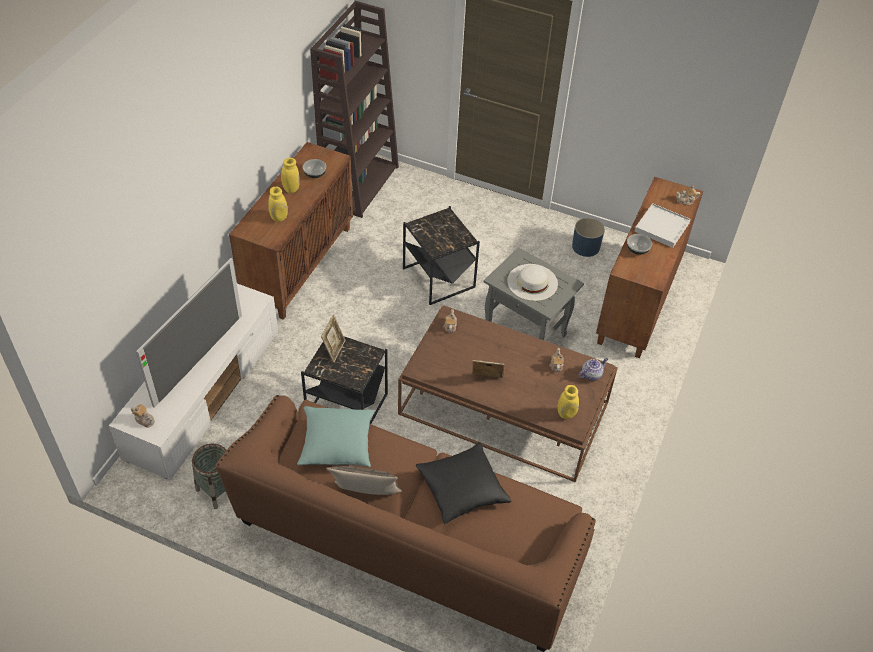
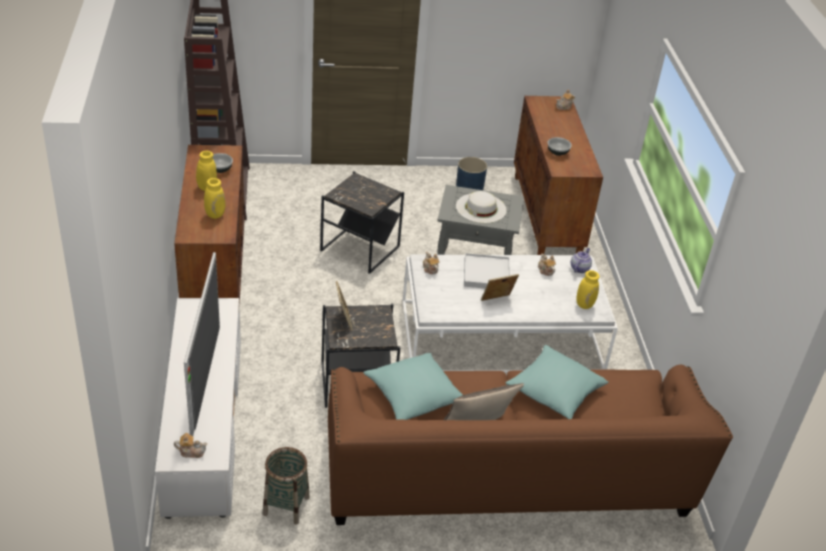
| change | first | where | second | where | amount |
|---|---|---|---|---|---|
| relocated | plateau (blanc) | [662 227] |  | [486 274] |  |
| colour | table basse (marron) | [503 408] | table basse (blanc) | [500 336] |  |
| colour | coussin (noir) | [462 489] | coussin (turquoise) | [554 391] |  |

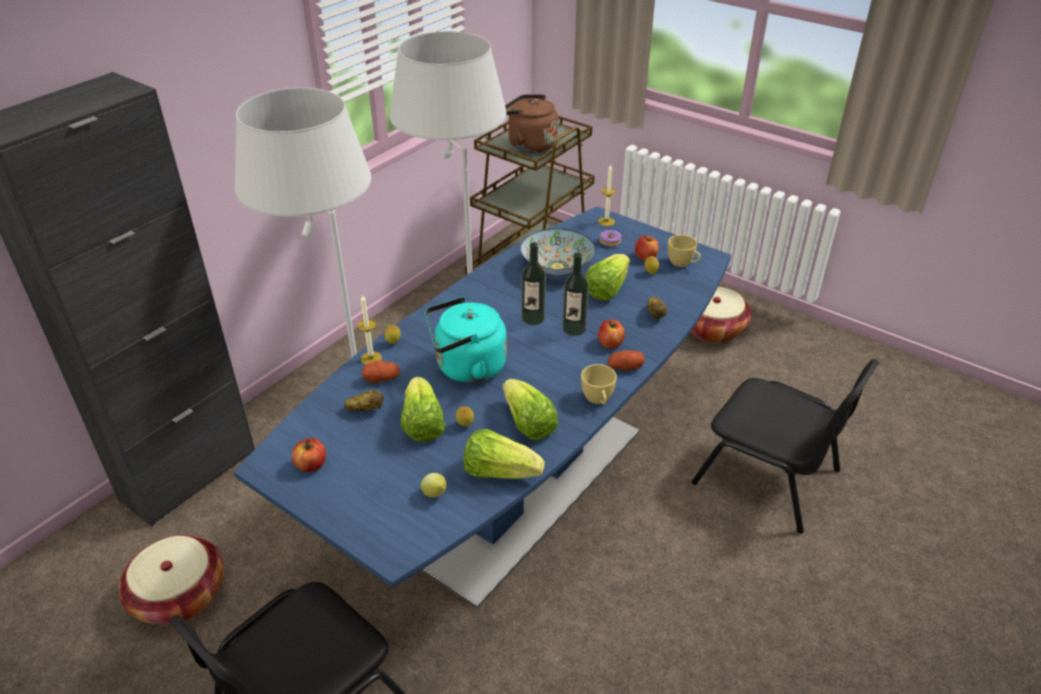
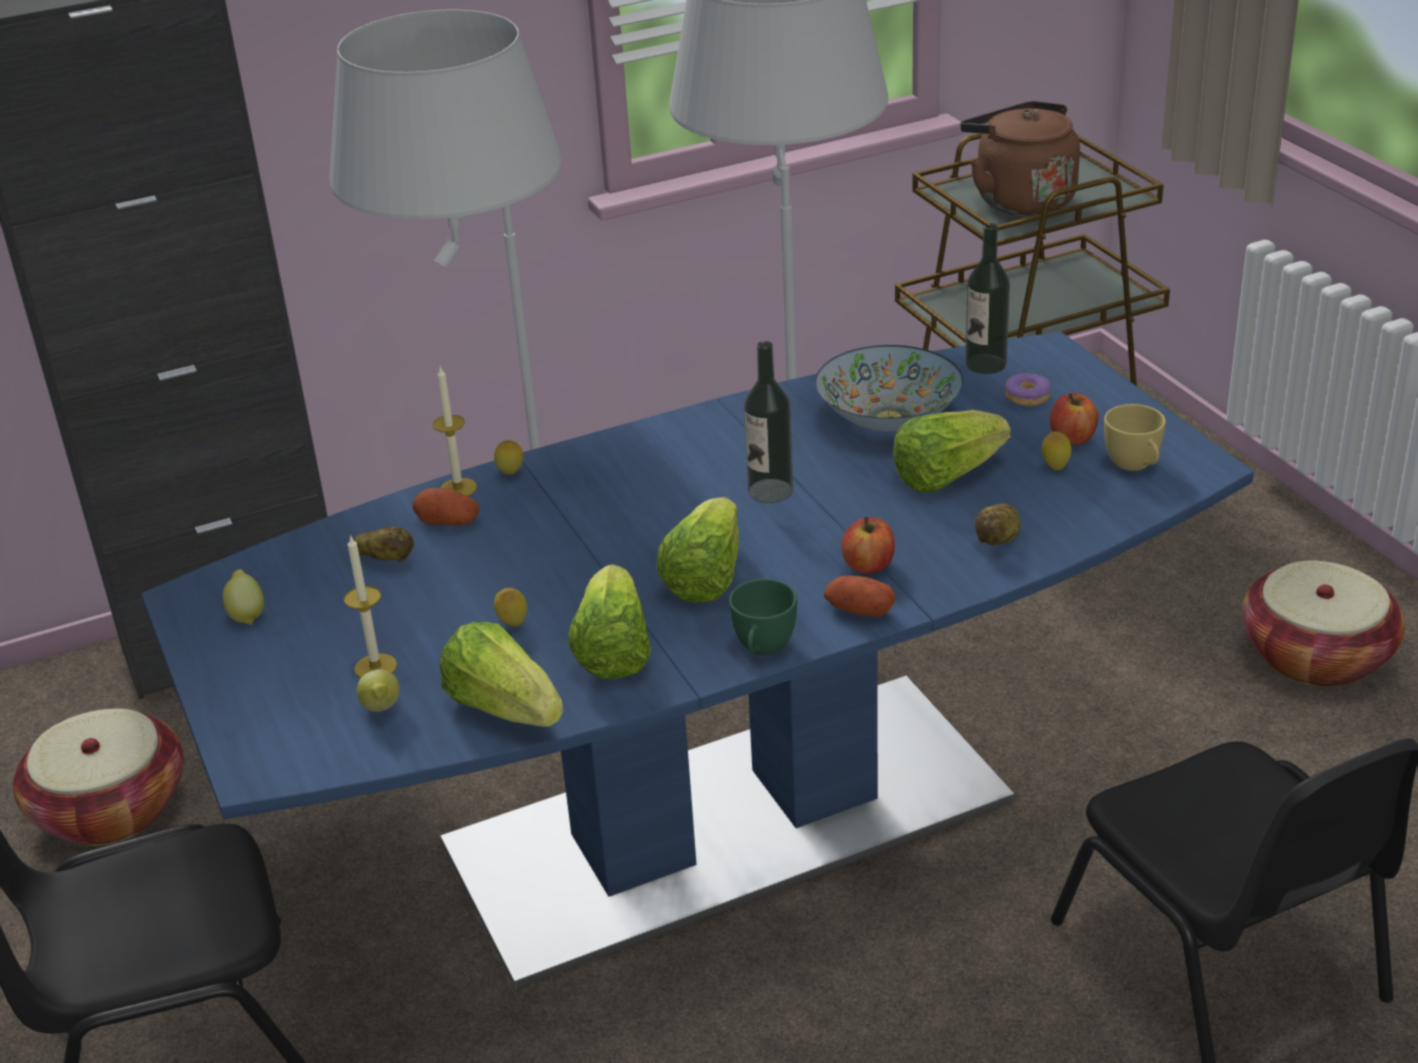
| change | first | where | second | where | amount |
|---|---|---|---|---|---|
| relocated | bougie | [606 221] |  | [375 667] |  |
| relocated | bouteille | [574 328] |  | [985 364] |  |
| missing | bouilloire (turquoise) | [466 368] |  |  |  |
| colour | tasse (jaune) | [598 400] | tasse (vert) | [762 649] |  |
| relocated | laitue | [422 424] |  | [705 577] |  |
| exchanged | pomme | [311 465] | citron | [247 615] |  |

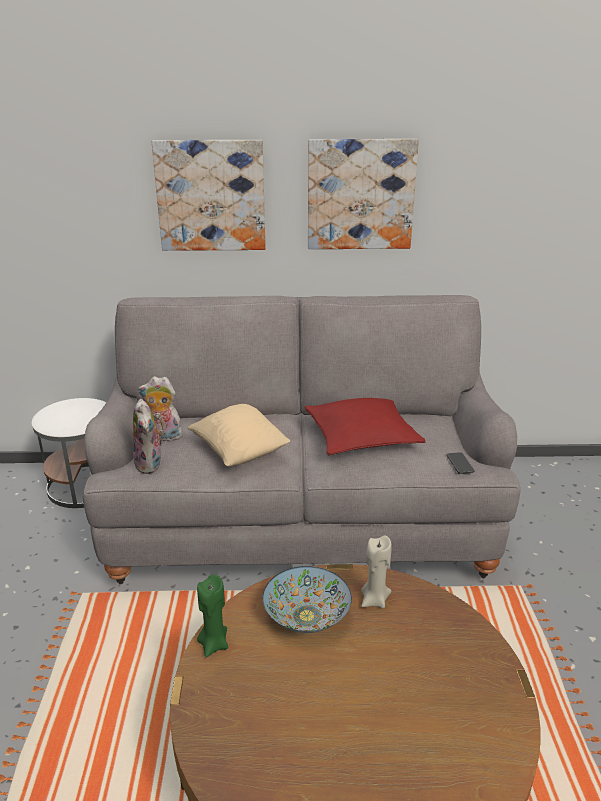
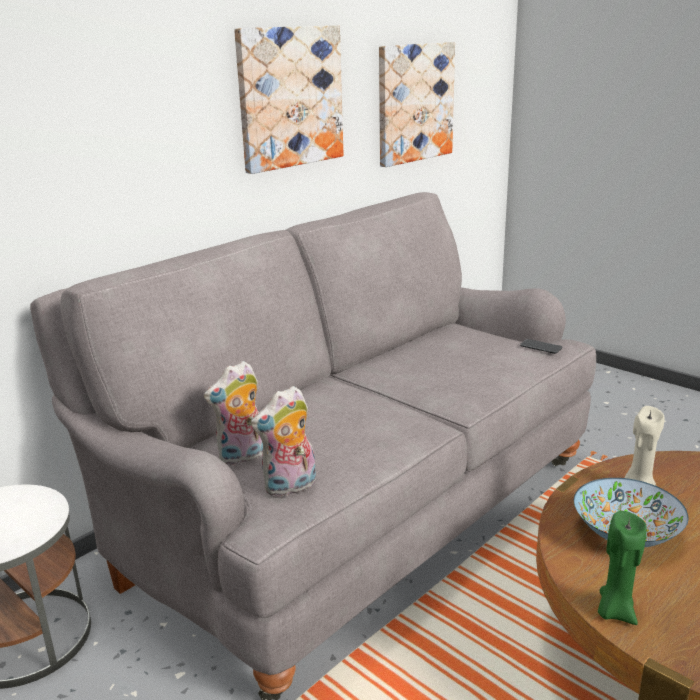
| change | first | where | second | where | amount |
|---|---|---|---|---|---|
| relocated | tableau | [211 196] |  | [414 103] |  |
| missing | coussin (rouge) | [361 436] |  |  |  |
| spun | peluche | [151 465] |  | [290 487] | 120 degrees clockwise |
| missing | coussin (beige) | [239 452] |  |  |  |

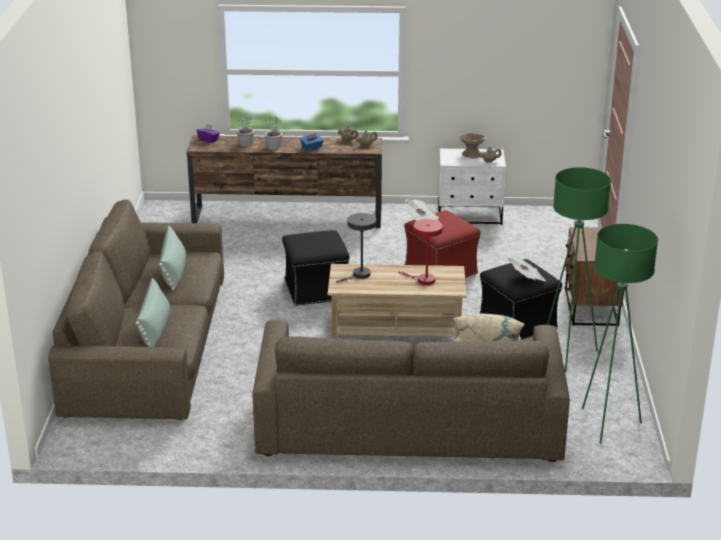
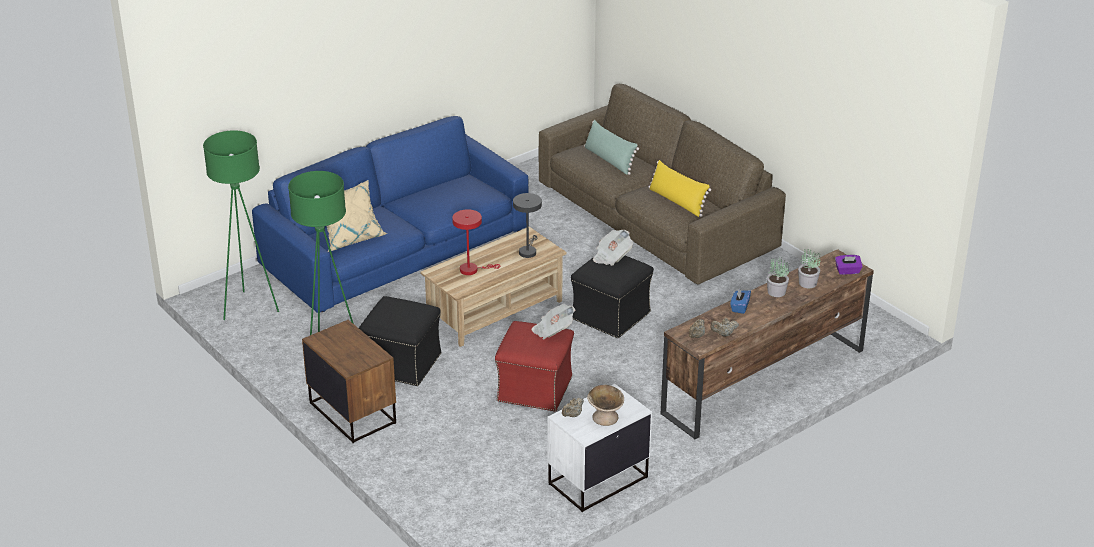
| change | first | where | second | where | amount |
|---|---|---|---|---|---|
| colour | coussin (vert) | [174 271] | coussin (jaune) | [677 202] |  |
| relocated | journal | [525 278] |  | [611 257] |  |
| colour | canapé (marron) | [409 420] | canapé (bleu) | [396 248] |  |

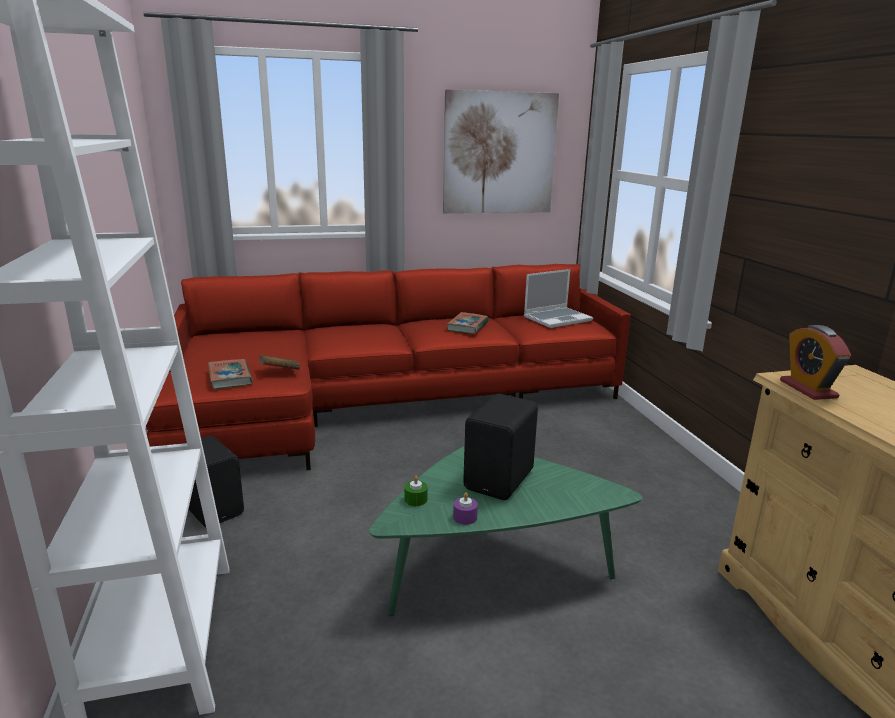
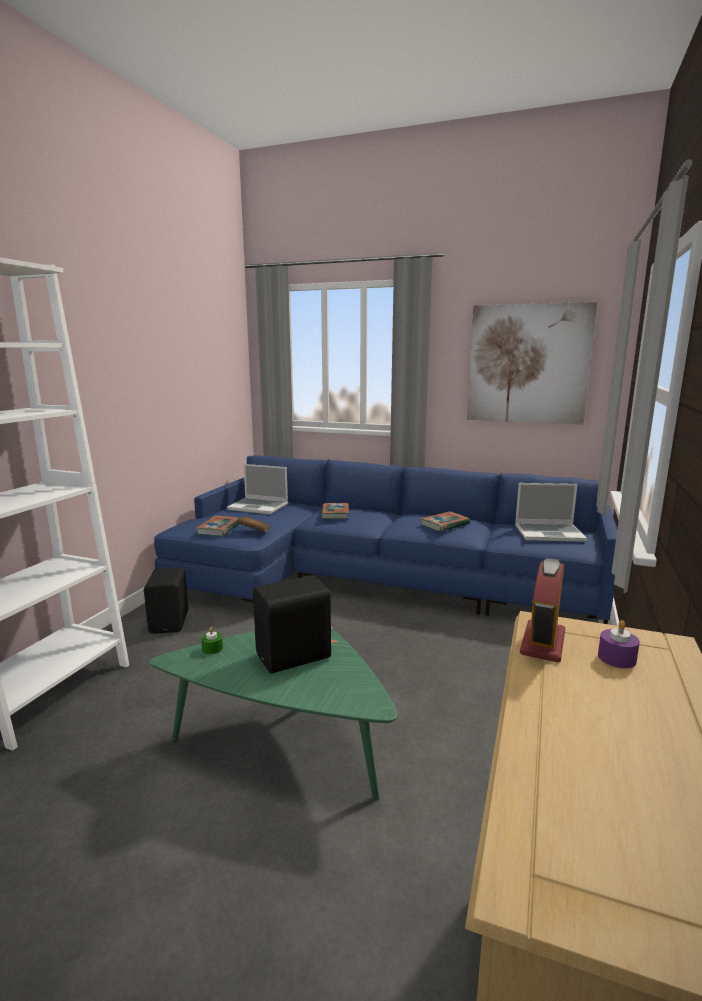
| change | first | where | second | where | amount |
|---|---|---|---|---|---|
| colour | canapé (rouge) | [384 403] | canapé (bleu) | [370 582] |  |
| relocated | bougie (violet) | [465 517] |  | [616 658] |  |
| appeared |  |  | ordinateur portable | [259 507] |  |
| appeared |  |  | livre | [335 514] |  |

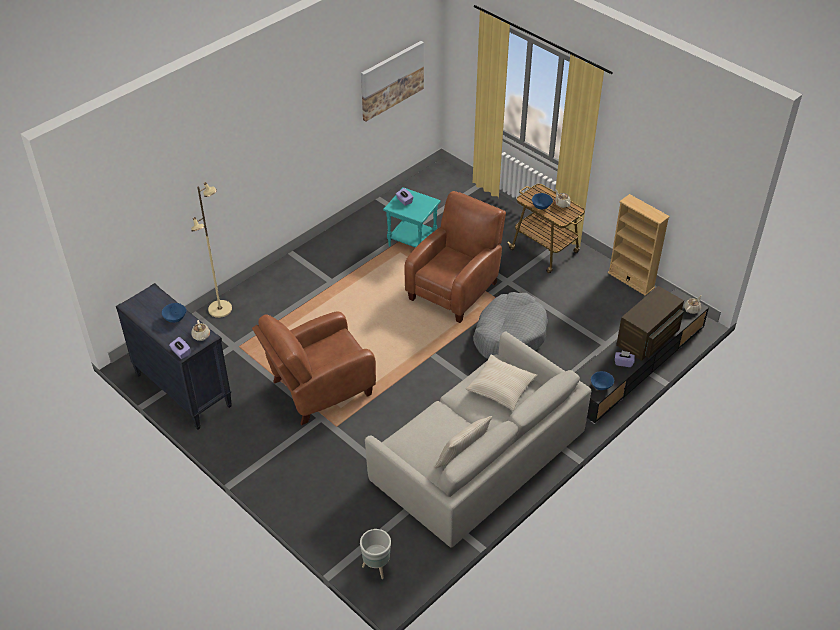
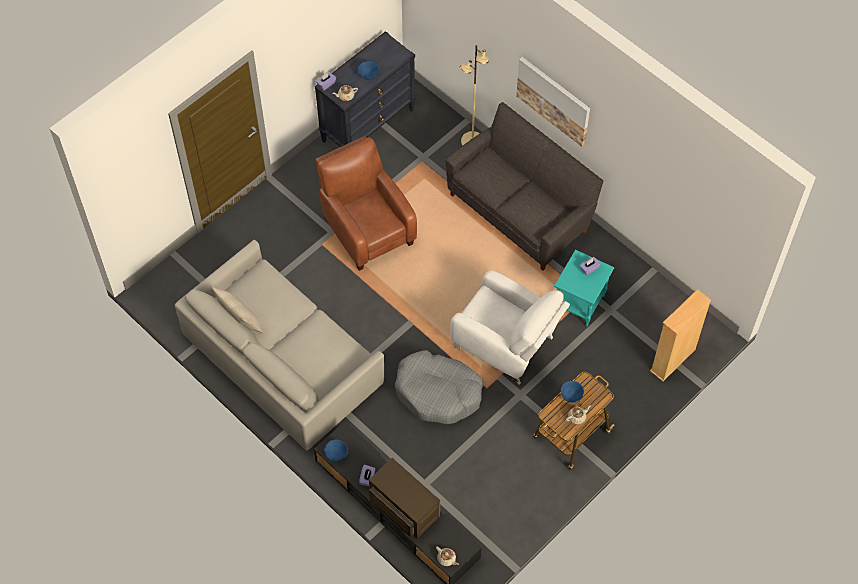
| change | first | where | second | where | amount |
|---|---|---|---|---|---|
| relocated | tableau | [391 80] |  | [554 100] |  |
| colour | fauteuil (marron) | [455 289] | fauteuil (blanc) | [507 344] |  |
| relocated | bibliothèque (beige) | [631 280] |  | [673 360] |  |
| missing | coussin (beige) | [501 387] |  |  |  |
| missing | cache-pot (gris) | [376 568] |  |  |  |
| appeared |  |  | canapé (gris) | [520 211] |  |

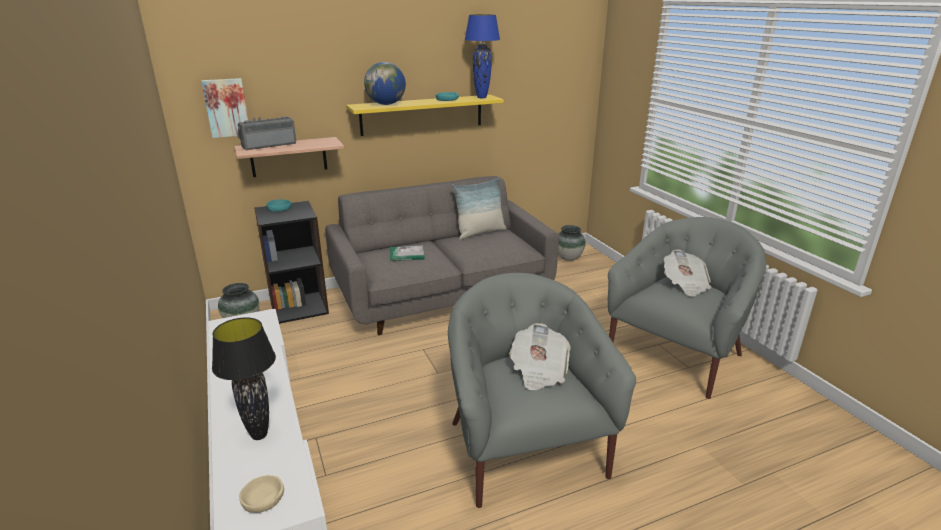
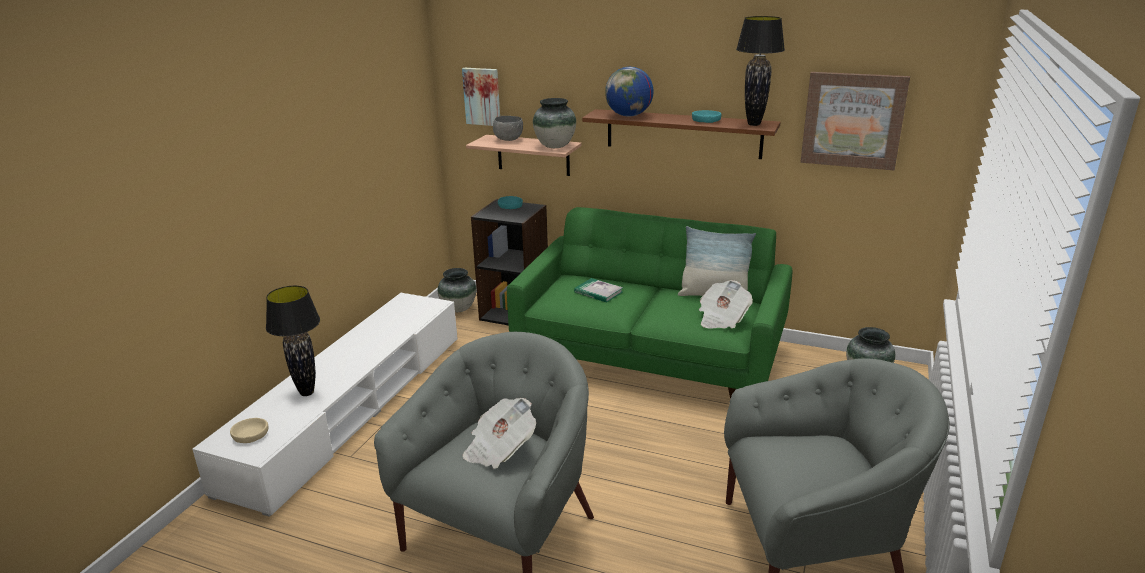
| change | first | where | second | where | amount |
|---|---|---|---|---|---|
| colour | lampe de table (bleu) | [481 97] | lampe de table (noir) | [753 124] |  |
| colour | étagère (jaune) | [422 115] | étagère (marron) | [683 133] |  |
| exchanged | radio | [268 145] | bol (gris) | [509 139] |  |
| colour | canapé (gris) | [442 295] | canapé (vert) | [650 355] |  |
| relocated | journal | [685 285] |  | [722 318] |  |
| appeared |  |  | tableau | [853 120] |  |
| appeared |  |  | vase | [555 146] |  |

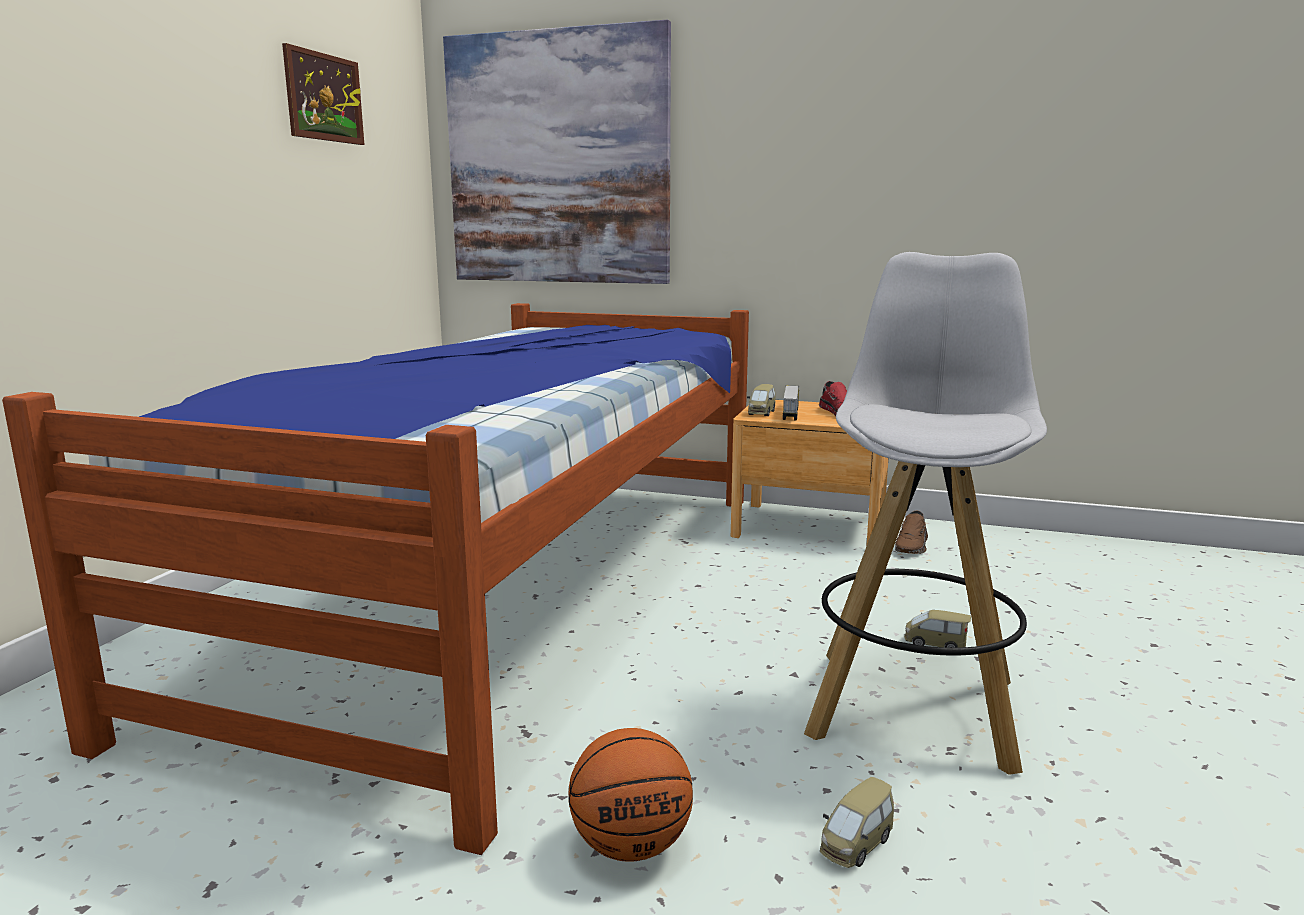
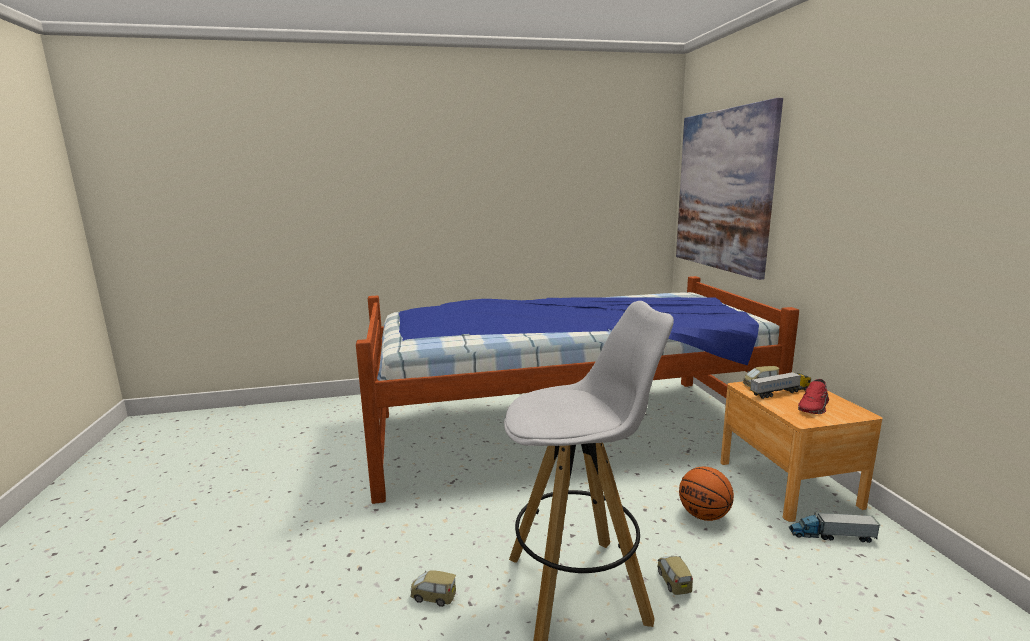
| change | first | where | second | where | amount |
|---|---|---|---|---|---|
| missing | tableau | [324 97] |  |  |  |
| exchanged | chaussure (marron) | [913 546] | camion jouet | [831 535] |  |
| relocated | ballon de basket | [631 845] |  | [704 515] |  |

